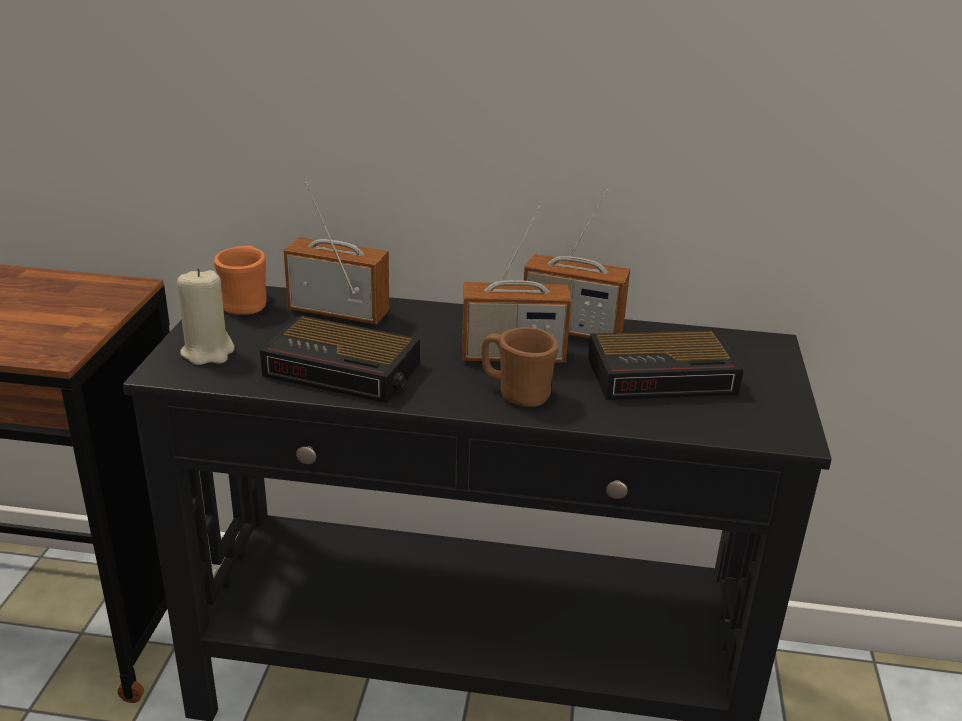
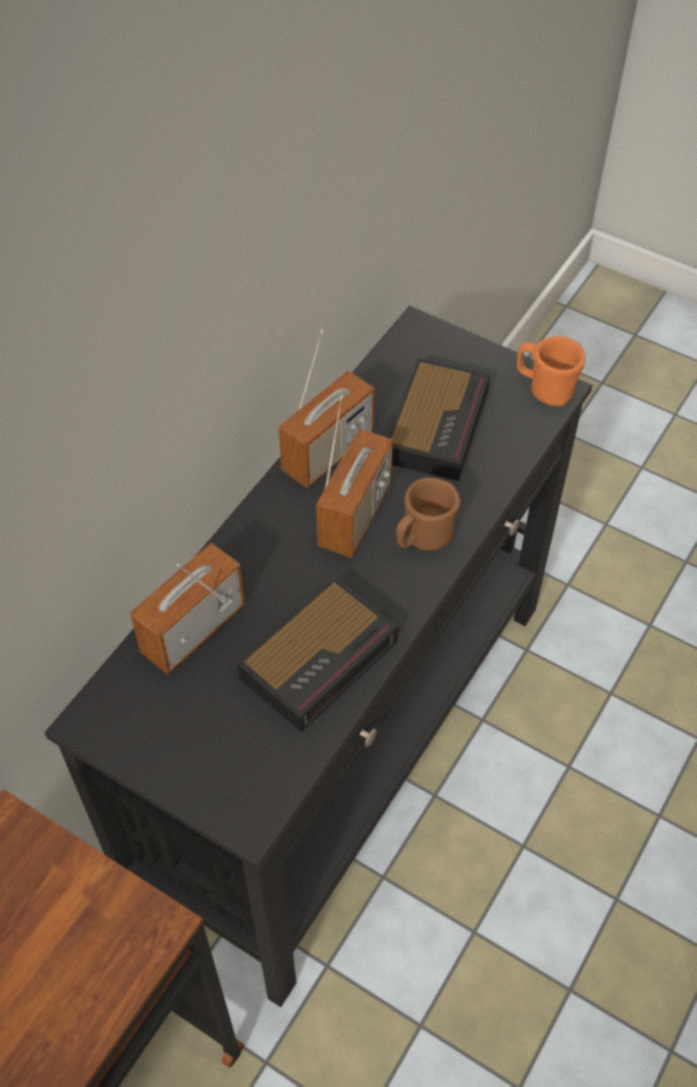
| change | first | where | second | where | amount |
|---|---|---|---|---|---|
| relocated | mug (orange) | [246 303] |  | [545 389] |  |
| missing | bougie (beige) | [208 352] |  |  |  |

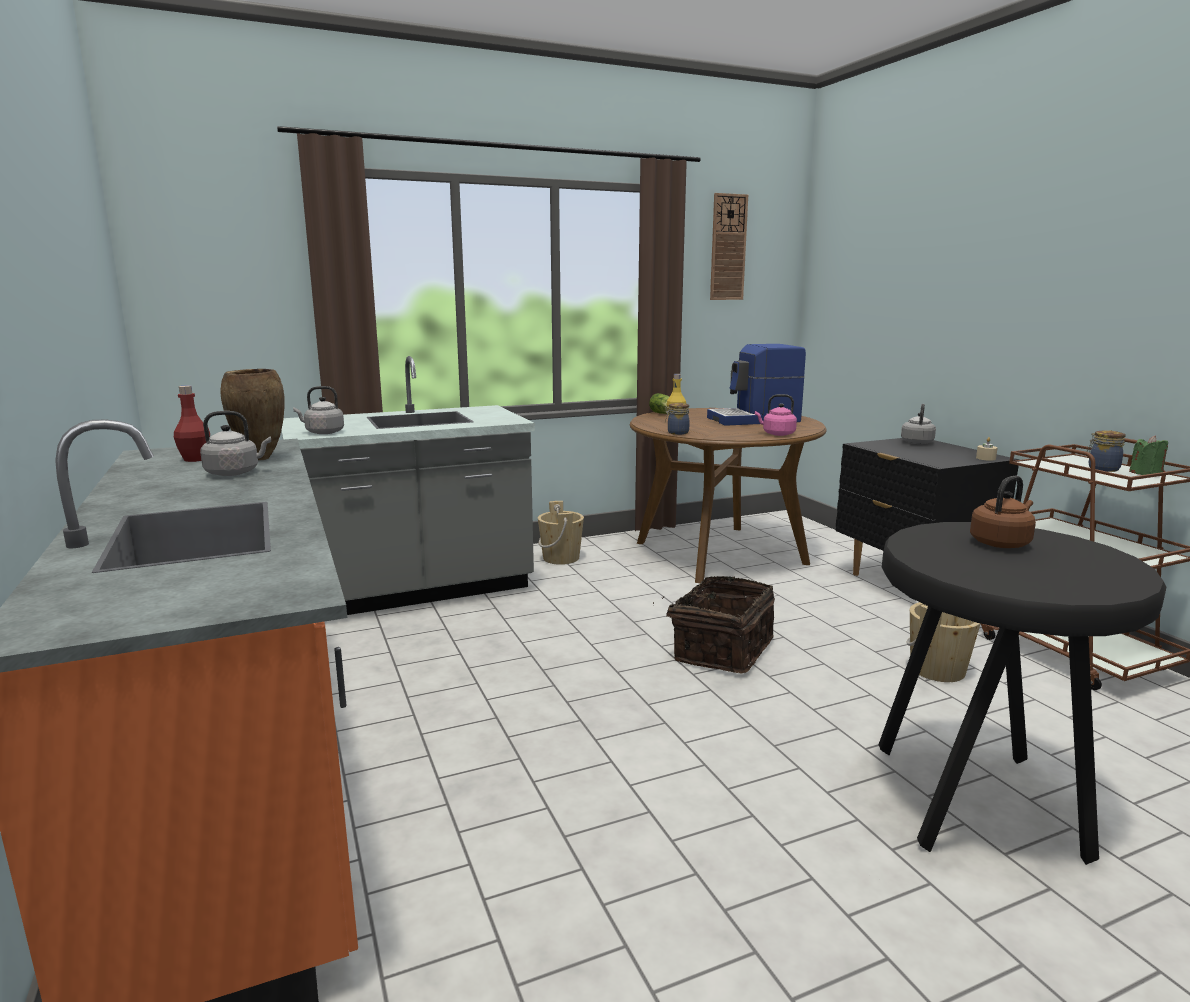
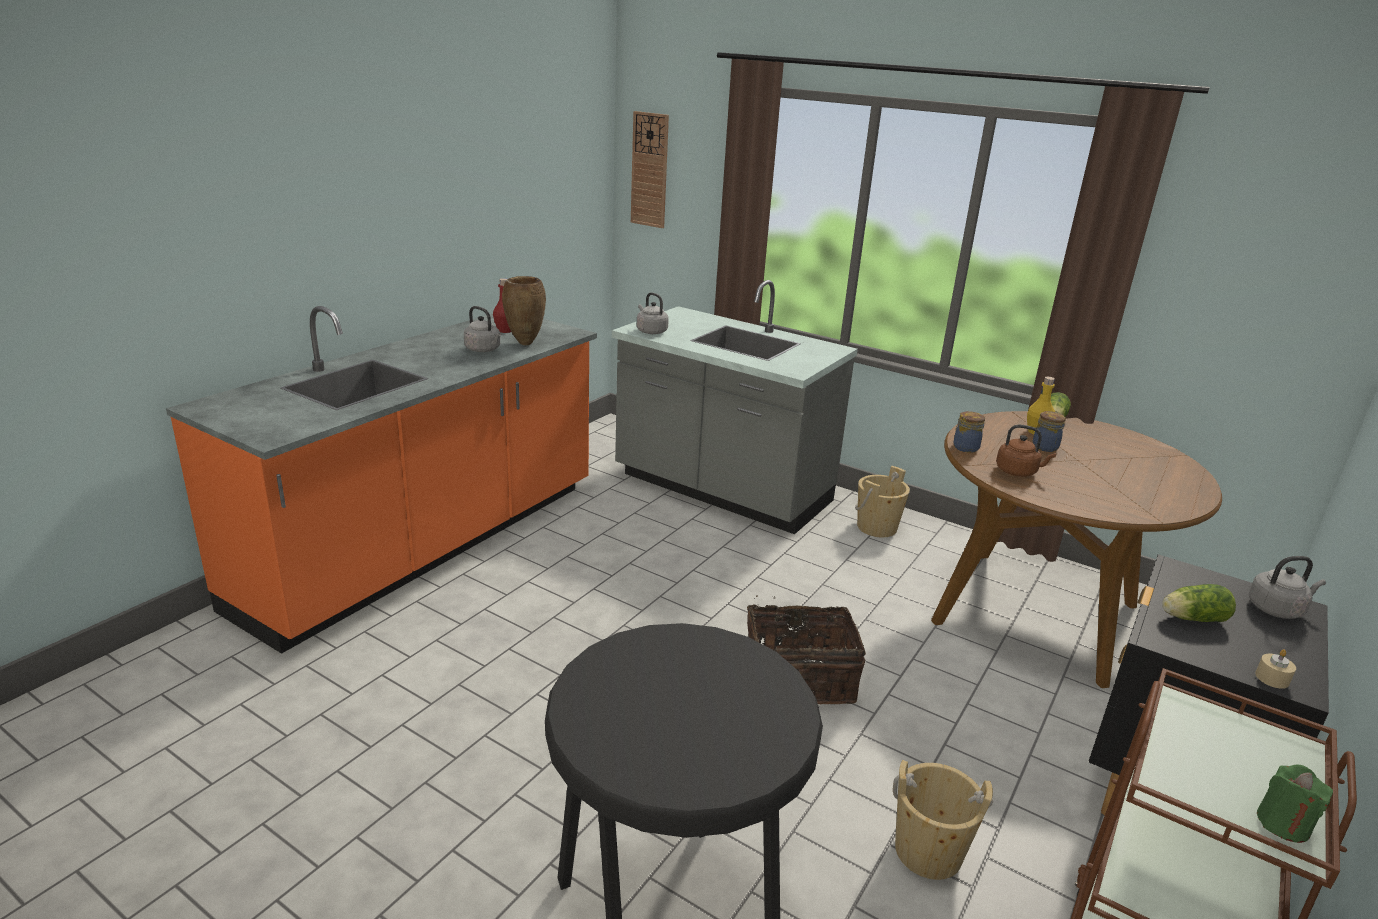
| change | first | where | second | where | amount |
|---|---|---|---|---|---|
| relocated | horloge murale | [728 247] |  | [650 170] |  |
| missing | machine à café | [754 420] |  |  |  |
| missing | bouilloire (rose) | [776 434] |  |  |  |
| relocated | bocal | [1102 468] |  | [1045 447] |  |
| relocated | bouilloire (marron) | [1001 543] |  | [1018 472] |  |
| appeared |  |  | laitue | [1191 618] |  |

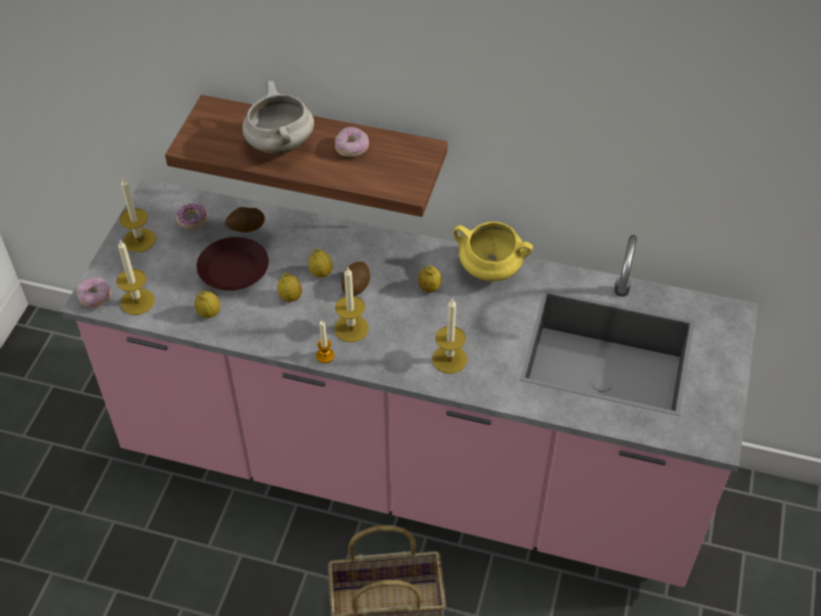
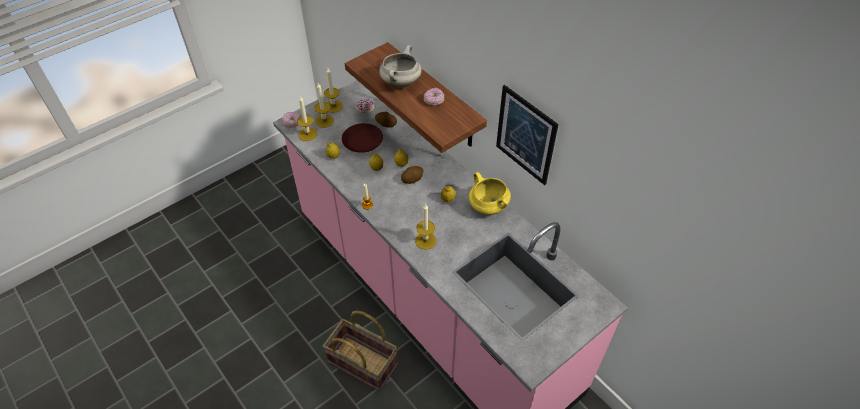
| change | first | where | second | where | amount |
|---|---|---|---|---|---|
| relocated | bougie | [351 328] |  | [324 121] |  |
| appeared |  |  | tableau | [525 135] |  |

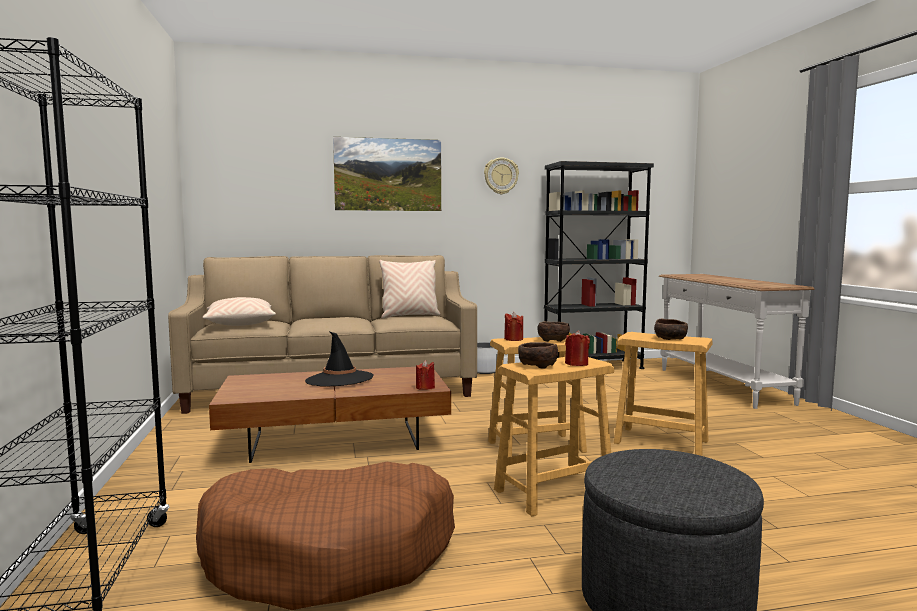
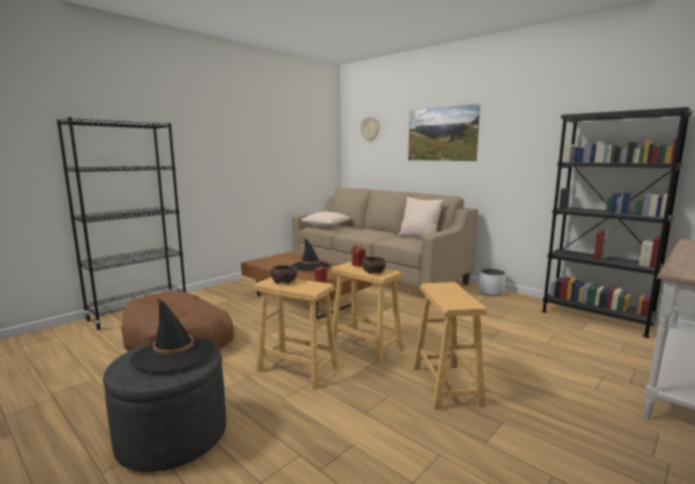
| change | first | where | second | where | amount |
|---|---|---|---|---|---|
| relocated | horloge murale | [501 176] |  | [370 129] |  |
| missing | bol (marron) | [671 338] |  |  |  |
| missing | bougie (rouge) | [576 364] |  |  |  |
| appeared |  |  | chapeau (noir) | [174 354] |  |

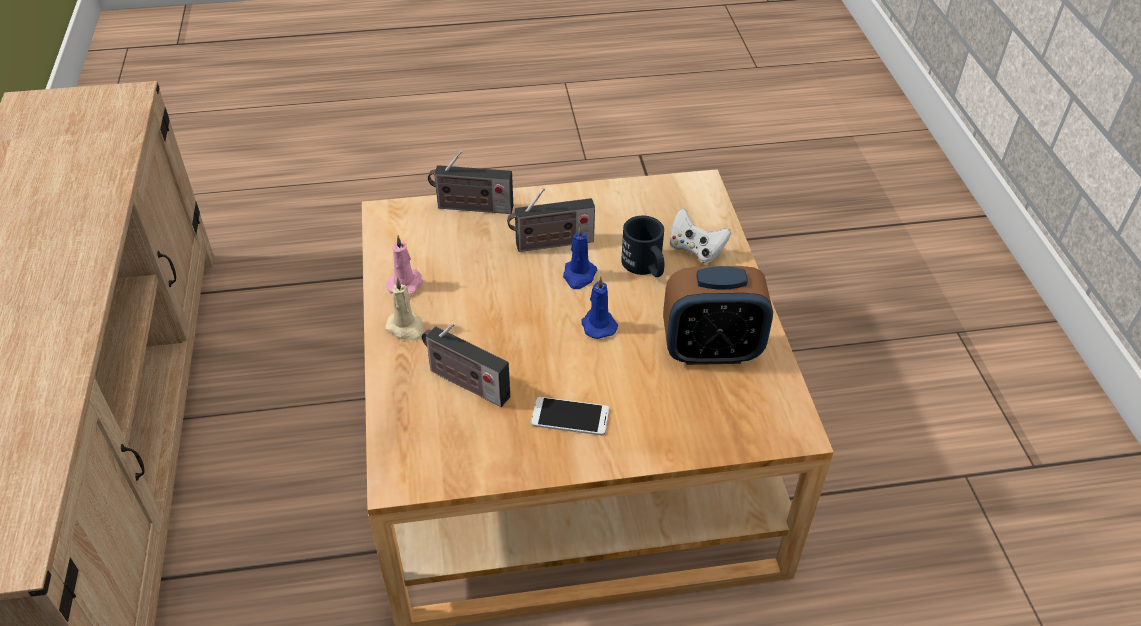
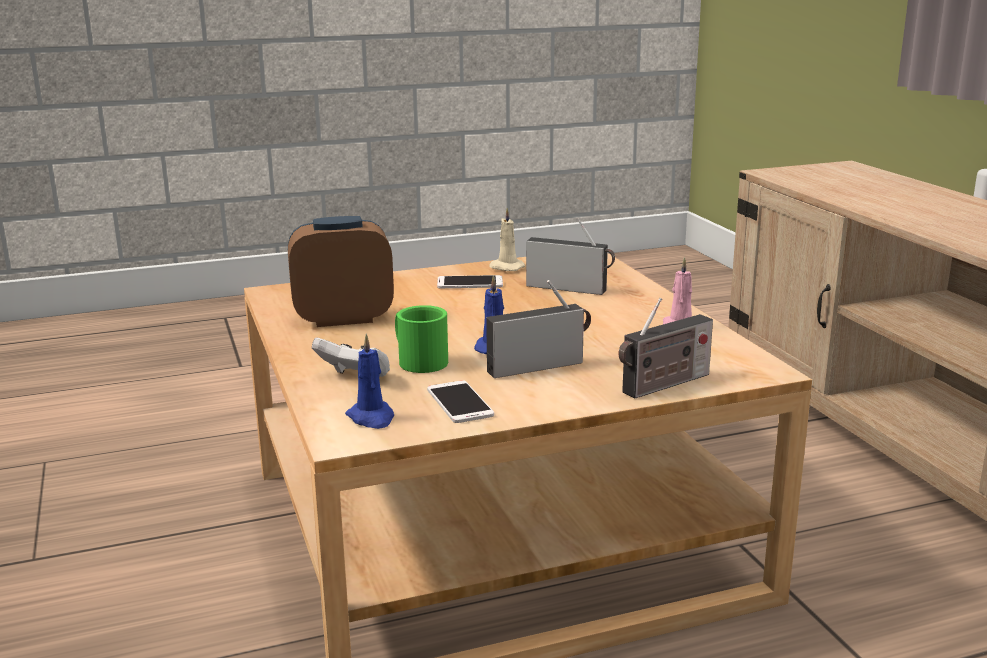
| change | first | where | second | where | amount |
|---|---|---|---|---|---|
| spun | radio | [471 207] |  | [663 385] | 150 degrees clockwise |
| colour | mug (noir) | [645 267] | mug (vert) | [417 360] |  |
| relocated | bougie (bleu) | [598 324] |  | [371 418] |  |
| relocated | bougie (beige) | [406 328] |  | [505 267] |  |
| appeared |  |  | téléphone | [459 402] |  |

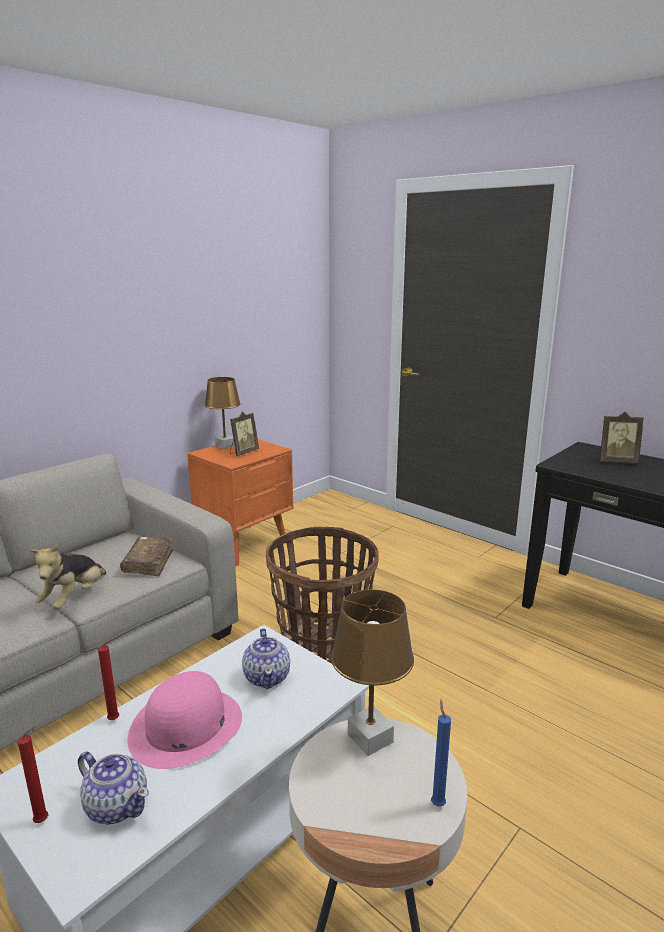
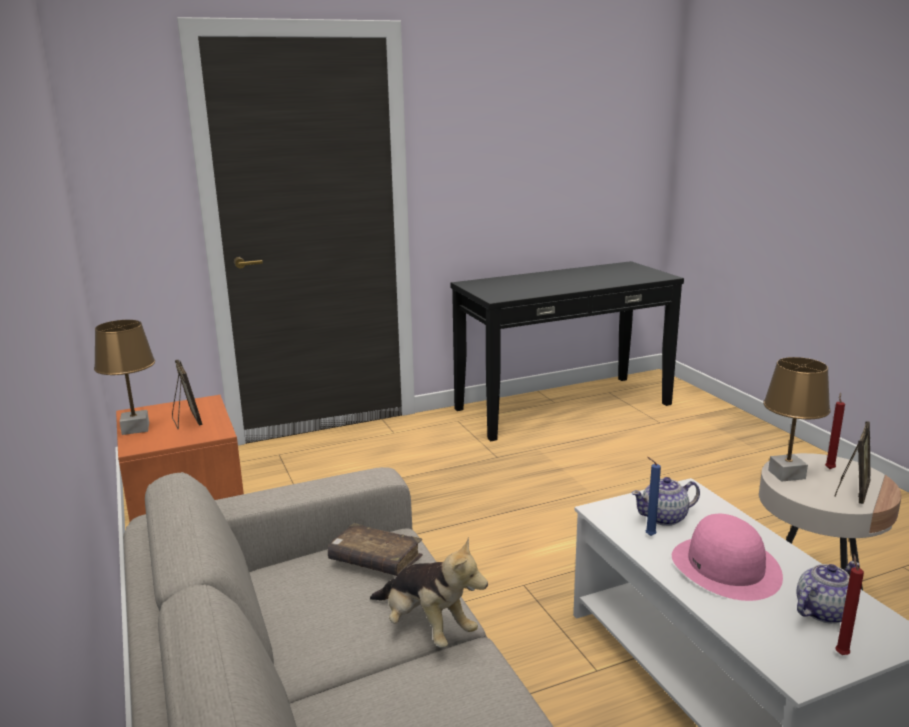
| change | first | where | second | where | amount |
|---|---|---|---|---|---|
| relocated | cadre photo | [616 461] |  | [851 492] |  |
| missing | panier | [322 646] |  |  |  |
| spun | théière | [267 677] |  | [664 518] | 150 degrees clockwise |
| relocated | bougie (rouge) | [115 720] |  | [829 468] |  |
| relocated | bougie (bleu) | [437 803] |  | [648 535] |  |

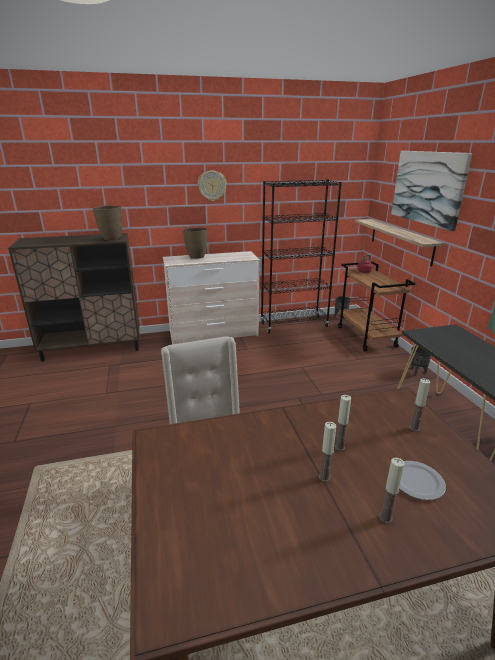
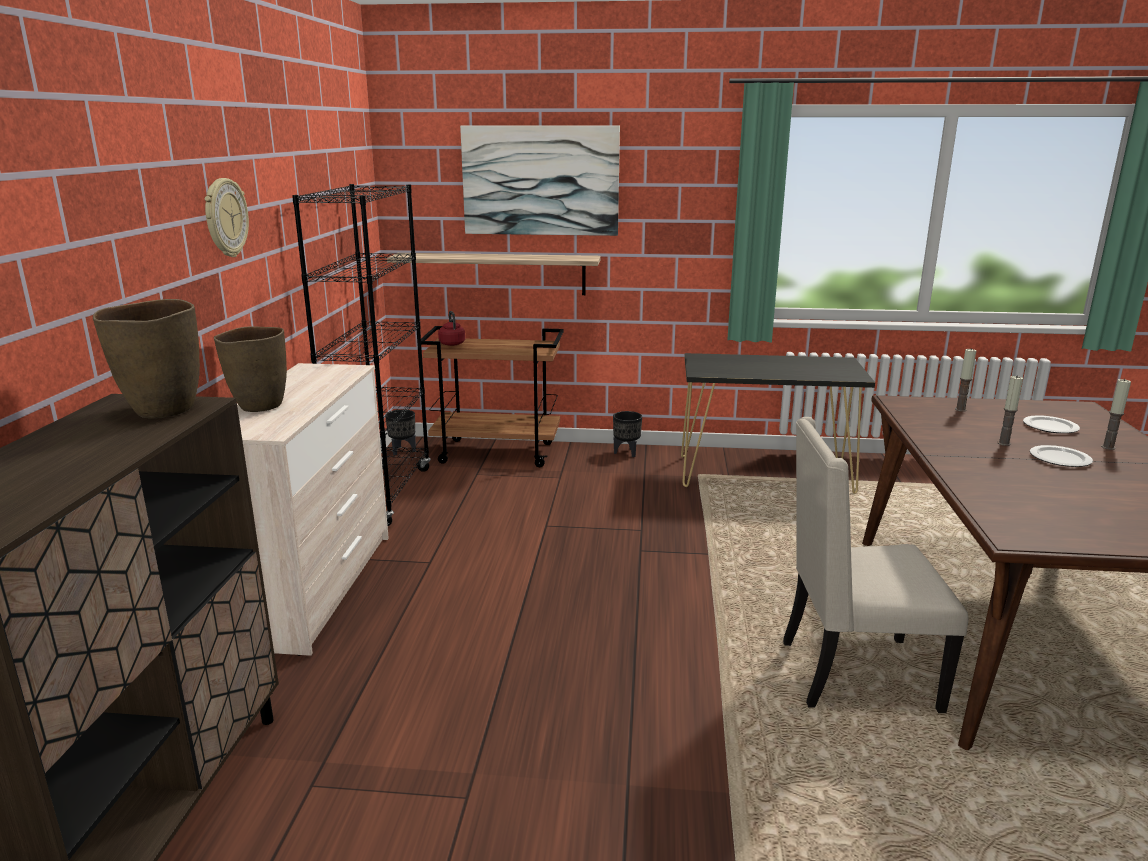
| change | first | where | second | where | amount |
|---|---|---|---|---|---|
| exchanged | bougie | [324 477] | assiette | [1060 458] |  |

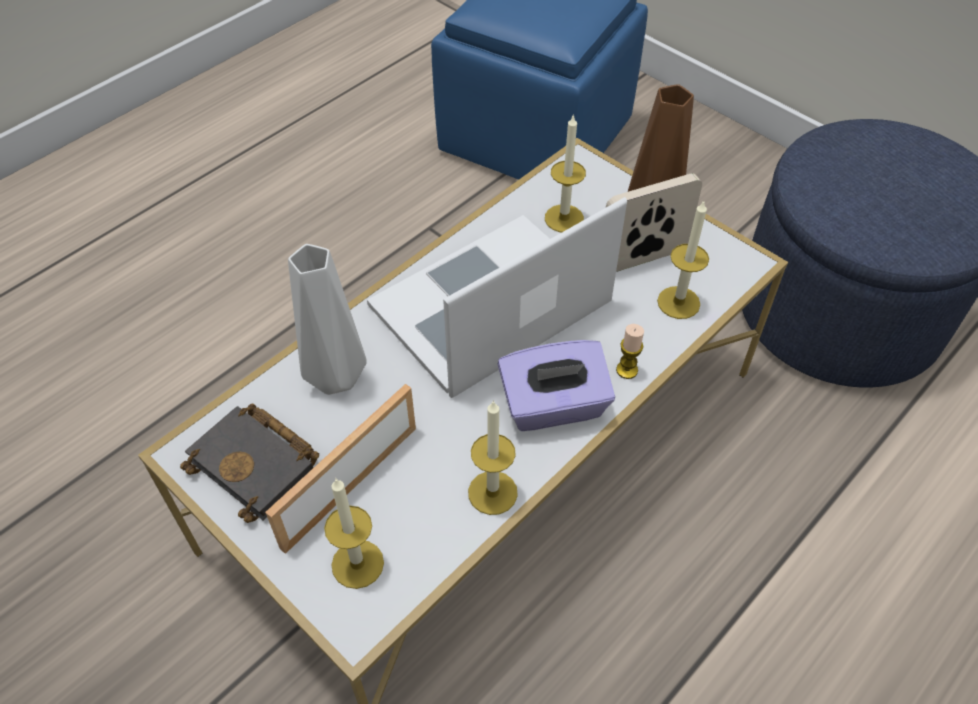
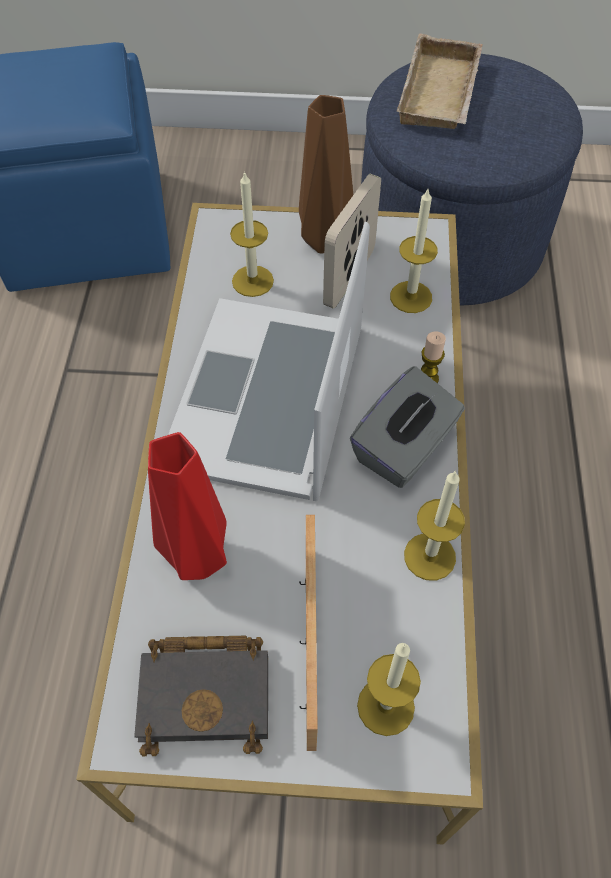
| change | first | where | second | where | amount |
|---|---|---|---|---|---|
| colour | vase (gris) | [336 381] | vase (rouge) | [200 559] |  |
| colour | boîte à mouchoirs (violet) | [554 406] | boîte à mouchoirs (gris) | [404 448] |  |
| appeared |  |  | plateau (beige) | [442 94] |  |

